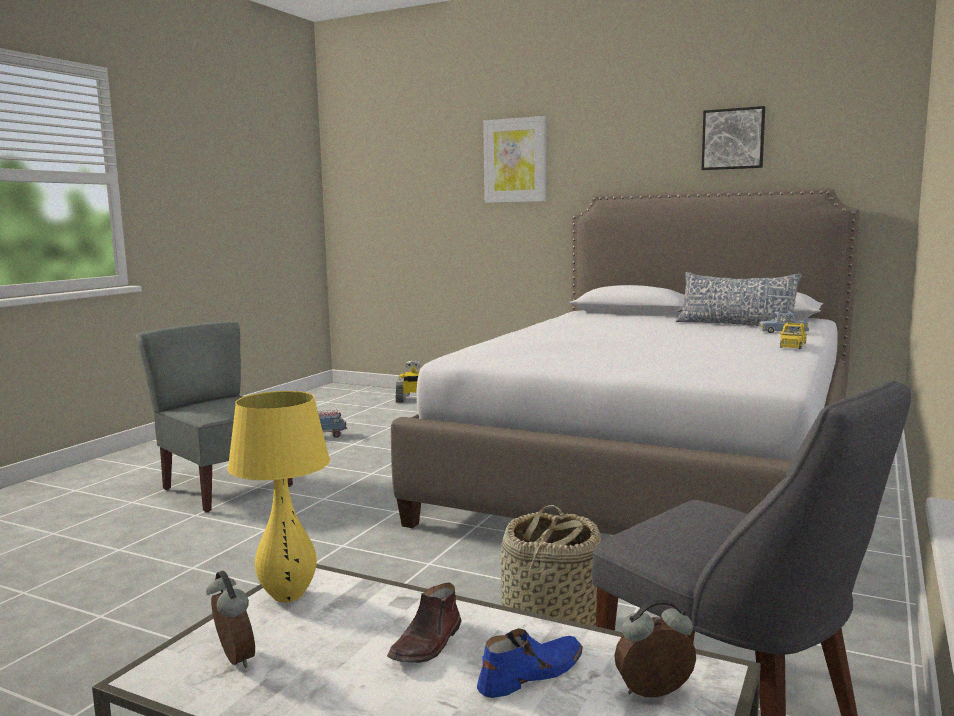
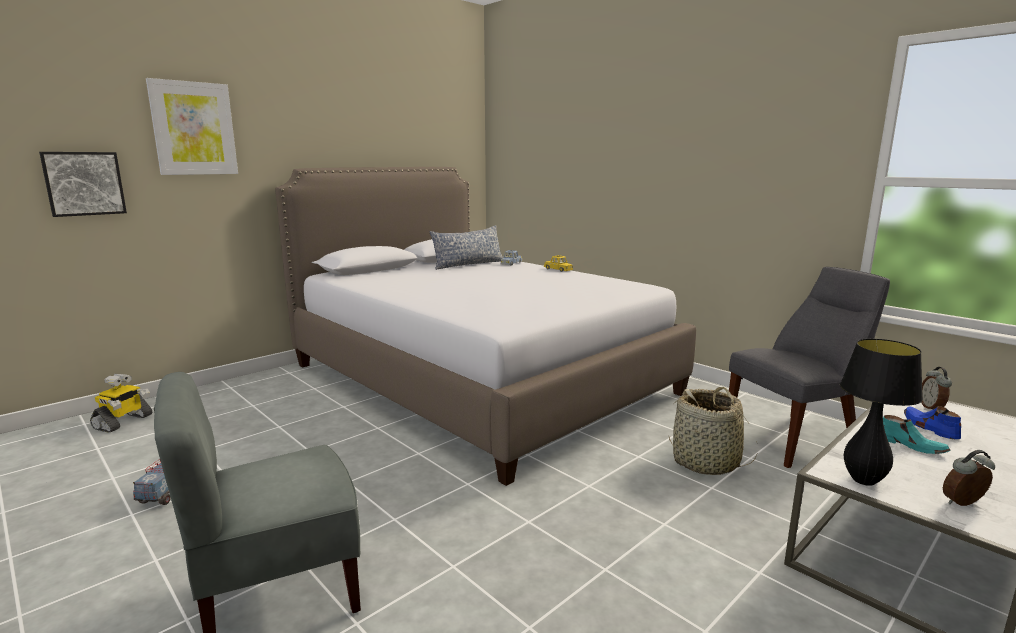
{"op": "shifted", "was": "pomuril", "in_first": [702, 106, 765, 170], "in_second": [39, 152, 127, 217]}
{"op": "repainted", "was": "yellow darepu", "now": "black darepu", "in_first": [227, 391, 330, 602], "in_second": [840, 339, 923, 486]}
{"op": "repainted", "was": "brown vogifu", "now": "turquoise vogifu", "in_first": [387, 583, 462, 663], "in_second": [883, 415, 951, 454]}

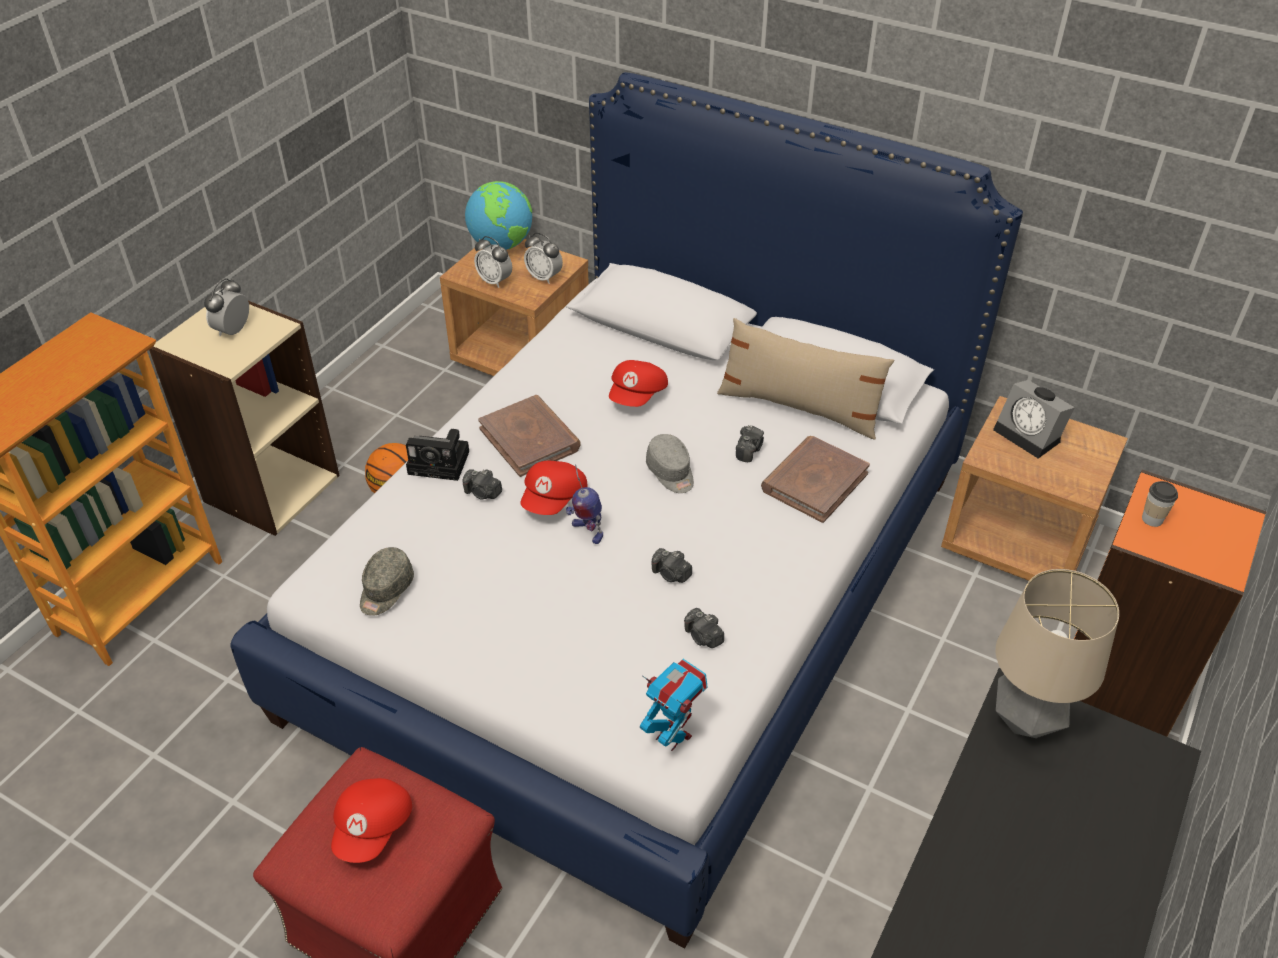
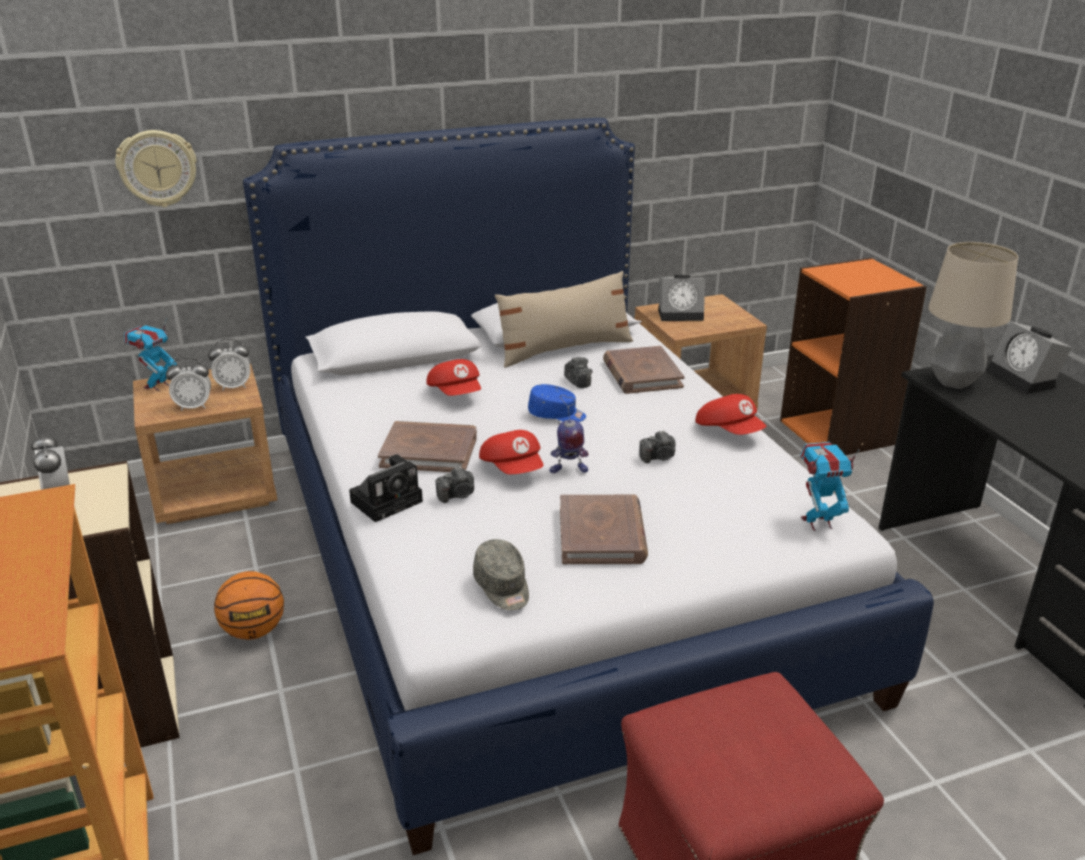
{"op": "gone", "was": "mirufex", "in_first": [684, 608, 724, 648]}
{"op": "gone", "was": "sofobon", "in_first": [1142, 481, 1178, 527]}
{"op": "new", "now": "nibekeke", "in_second": [115, 130, 197, 207]}
{"op": "new", "now": "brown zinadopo", "in_second": [560, 495, 648, 564]}
{"op": "new", "now": "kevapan", "in_second": [987, 321, 1072, 394]}
{"op": "shifted", "was": "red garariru", "in_first": [331, 778, 412, 863], "in_second": [695, 394, 766, 435]}
{"op": "swapped", "was": "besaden", "now": "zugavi", "in_first": [465, 181, 532, 250], "in_second": [124, 318, 177, 391]}
{"op": "repainted", "was": "grey garariru", "now": "blue garariru", "in_first": [646, 434, 694, 493], "in_second": [528, 384, 586, 422]}

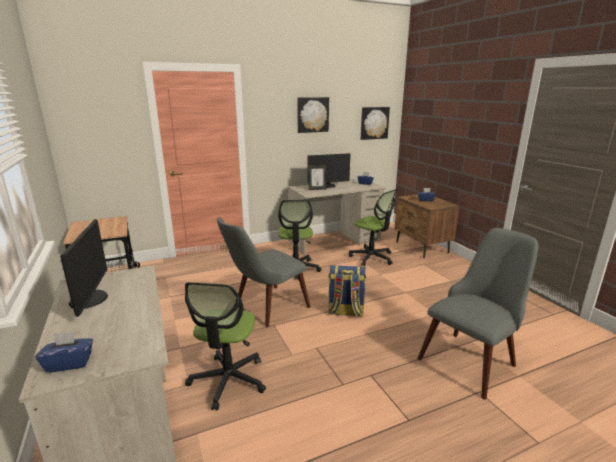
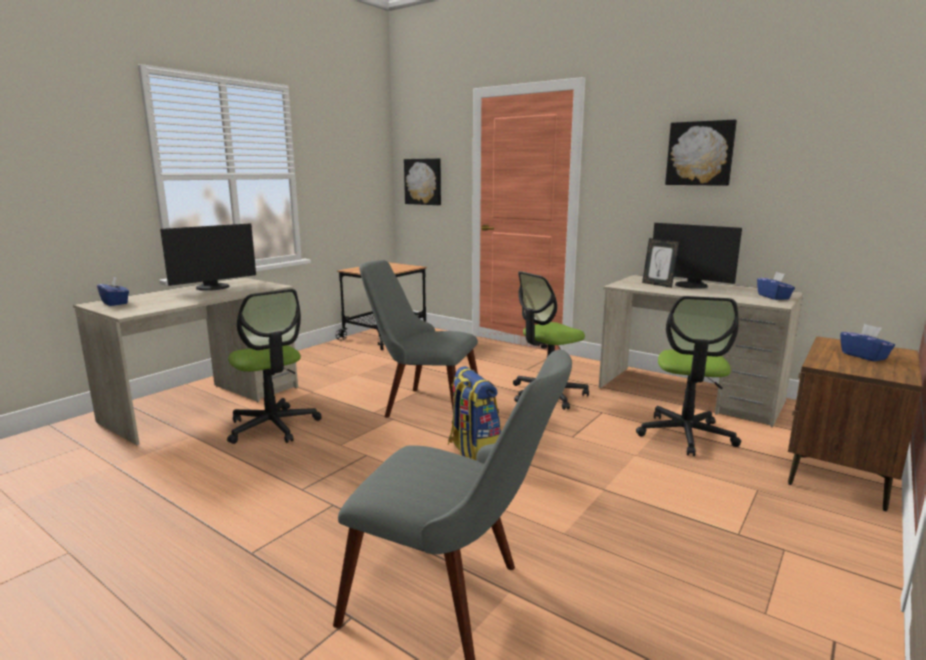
{"op": "shifted", "was": "pomuril", "in_first": [361, 107, 390, 140], "in_second": [404, 158, 441, 205]}
{"op": "rotated", "was": "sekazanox", "in_first": [185, 282, 266, 411], "in_second": [227, 289, 322, 444], "clockwise": -105}

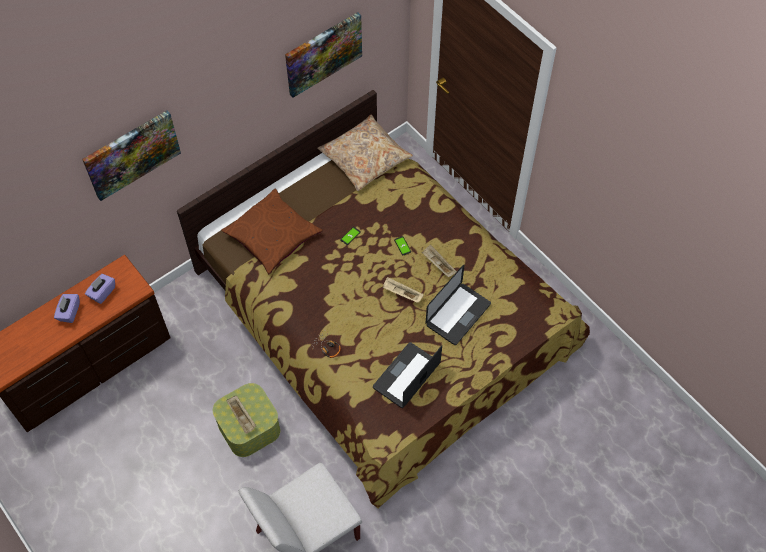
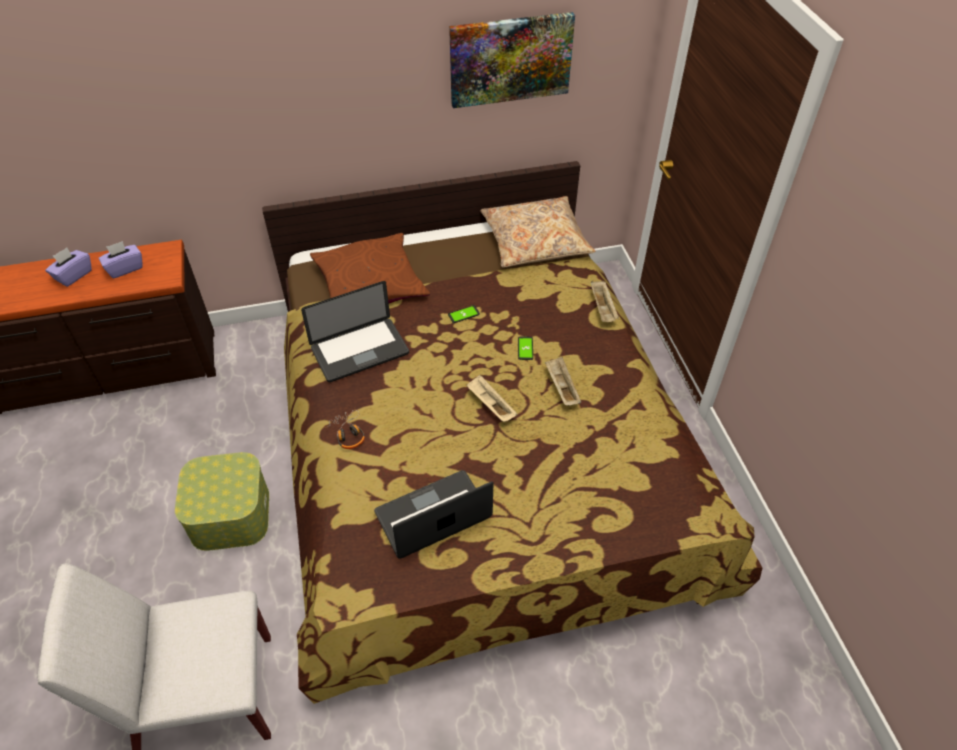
{"op": "gone", "was": "pomuril", "in_first": [82, 110, 181, 201]}
{"op": "shifted", "was": "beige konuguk", "in_first": [227, 396, 256, 434], "in_second": [591, 281, 619, 322]}
{"op": "shifted", "was": "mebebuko", "in_first": [425, 264, 491, 345], "in_second": [301, 281, 409, 382]}

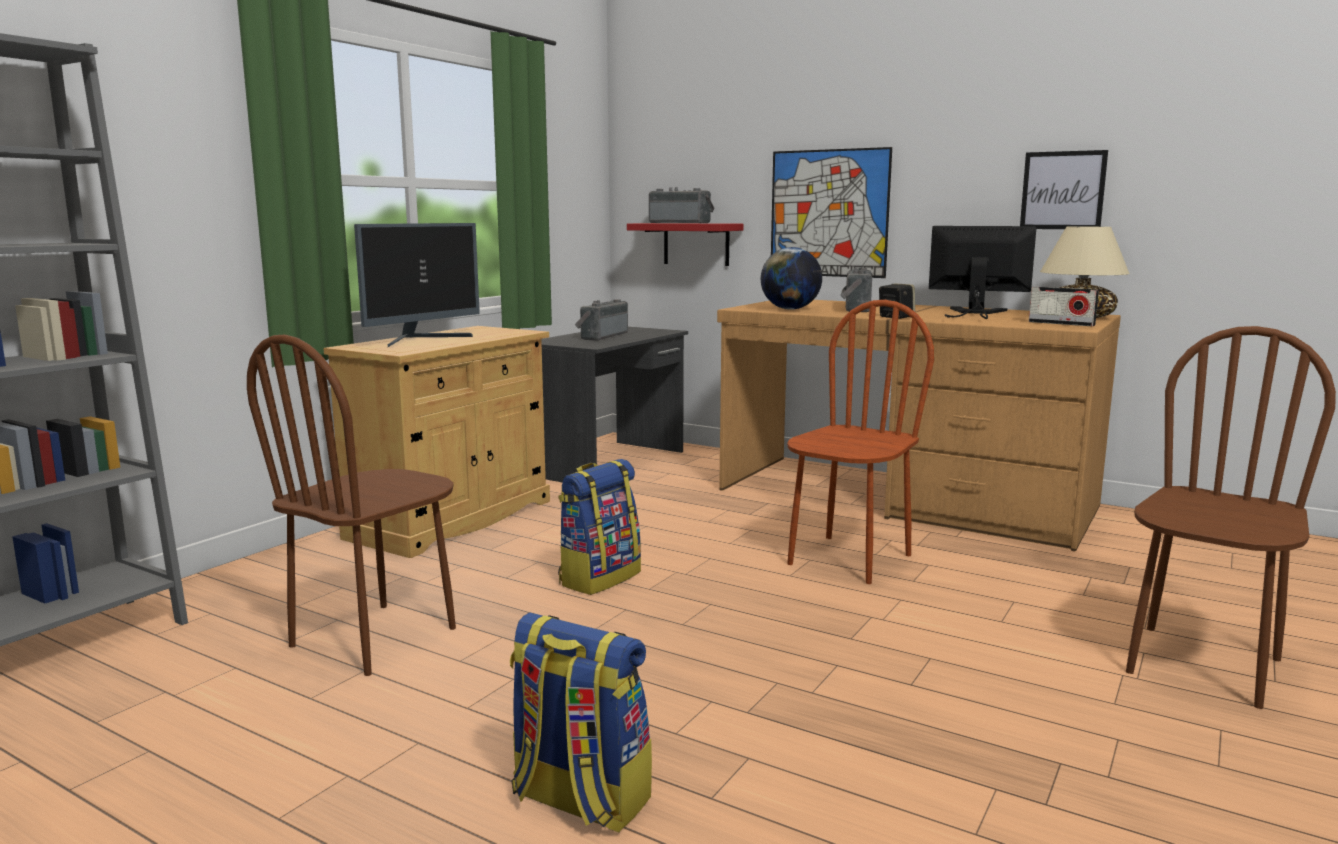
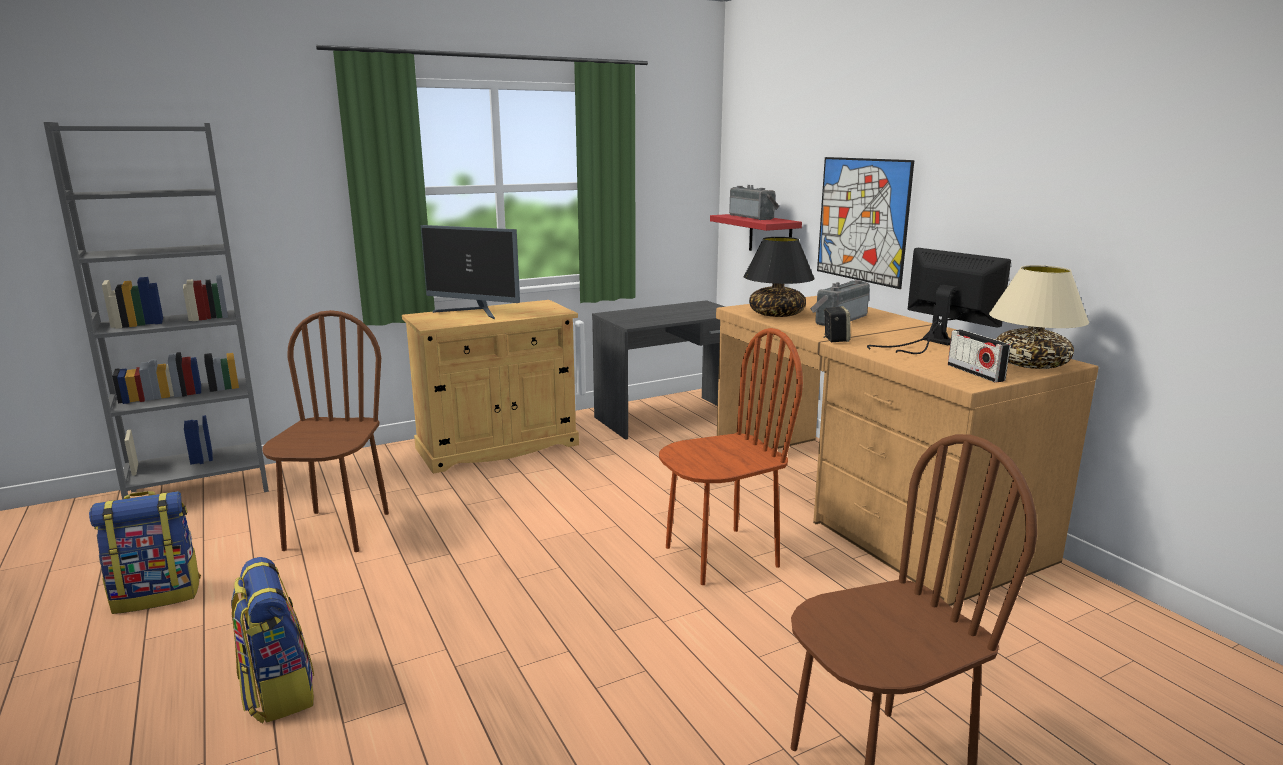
{"op": "gone", "was": "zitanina", "in_first": [575, 299, 628, 341]}
{"op": "gone", "was": "pomuril", "in_first": [1020, 150, 1108, 229]}
{"op": "shifted", "was": "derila", "in_first": [558, 459, 641, 595], "in_second": [89, 491, 201, 614]}
{"op": "swapped", "was": "besaden", "now": "black darepu", "in_first": [761, 247, 822, 310], "in_second": [744, 237, 815, 317]}
{"op": "rotated", "was": "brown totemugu", "in_first": [247, 335, 456, 676], "in_second": [262, 310, 389, 552], "clockwise": 120}
{"op": "rotated", "was": "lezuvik", "in_first": [354, 223, 480, 347], "in_second": [421, 225, 520, 320], "clockwise": 45}

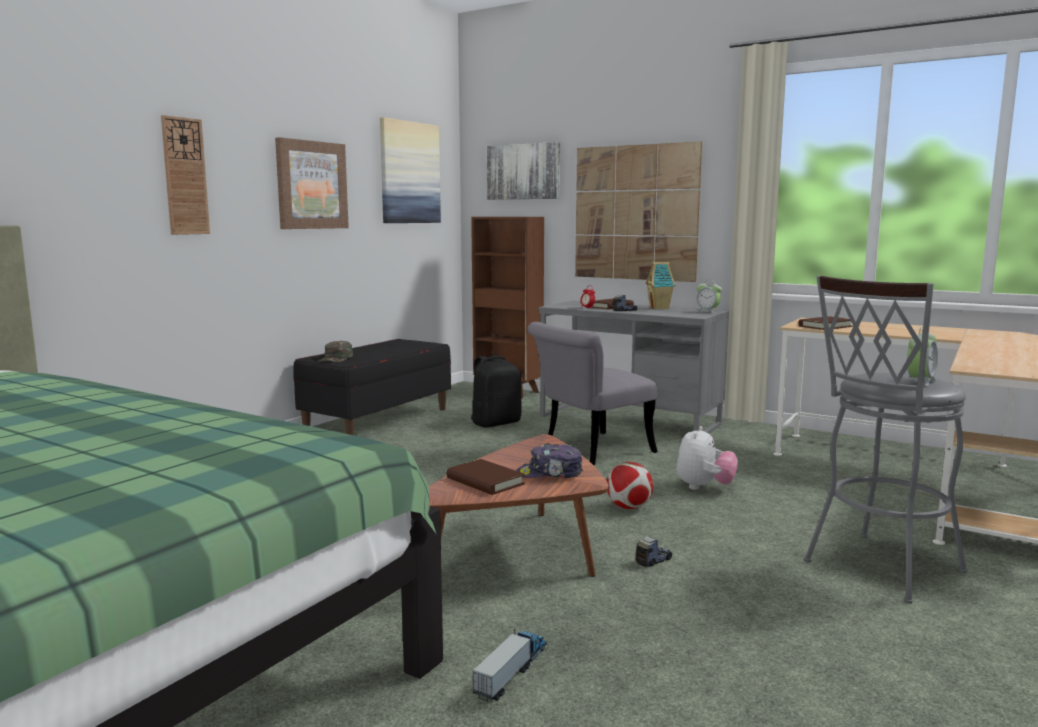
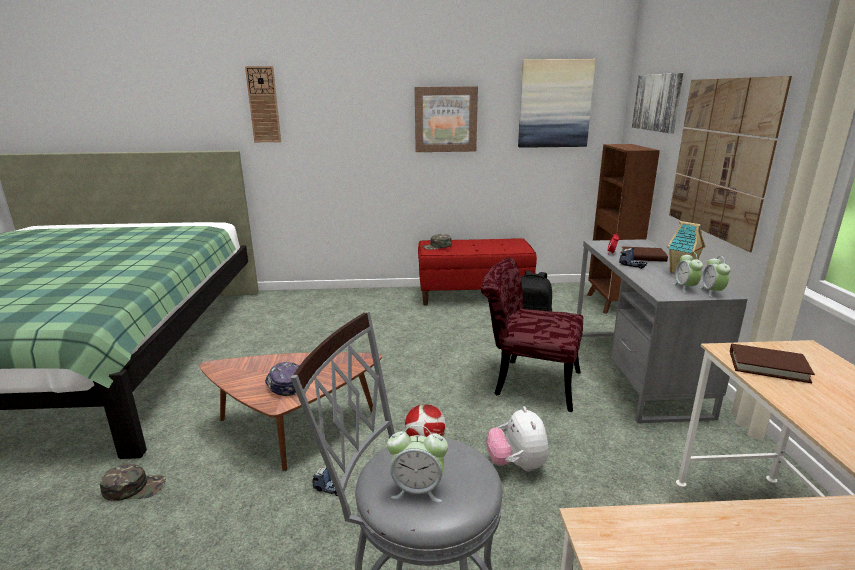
{"op": "gone", "was": "brown zinadopo", "in_first": [447, 459, 525, 495]}
{"op": "new", "now": "kevapan", "in_second": [673, 252, 703, 293]}
{"op": "shifted", "was": "nibekeke", "in_first": [161, 115, 210, 235], "in_second": [245, 66, 281, 142]}
{"op": "swapped", "was": "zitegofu", "now": "green garariru", "in_first": [473, 630, 547, 702], "in_second": [100, 464, 166, 501]}
{"op": "repainted", "was": "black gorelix", "now": "red gorelix", "in_first": [293, 339, 451, 435], "in_second": [418, 238, 537, 306]}
{"op": "repainted", "was": "grey totemugu", "now": "red totemugu", "in_first": [528, 322, 658, 465], "in_second": [481, 257, 583, 412]}
{"op": "rotated", "was": "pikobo", "in_first": [676, 426, 738, 490], "in_second": [486, 406, 548, 472], "clockwise": 90}

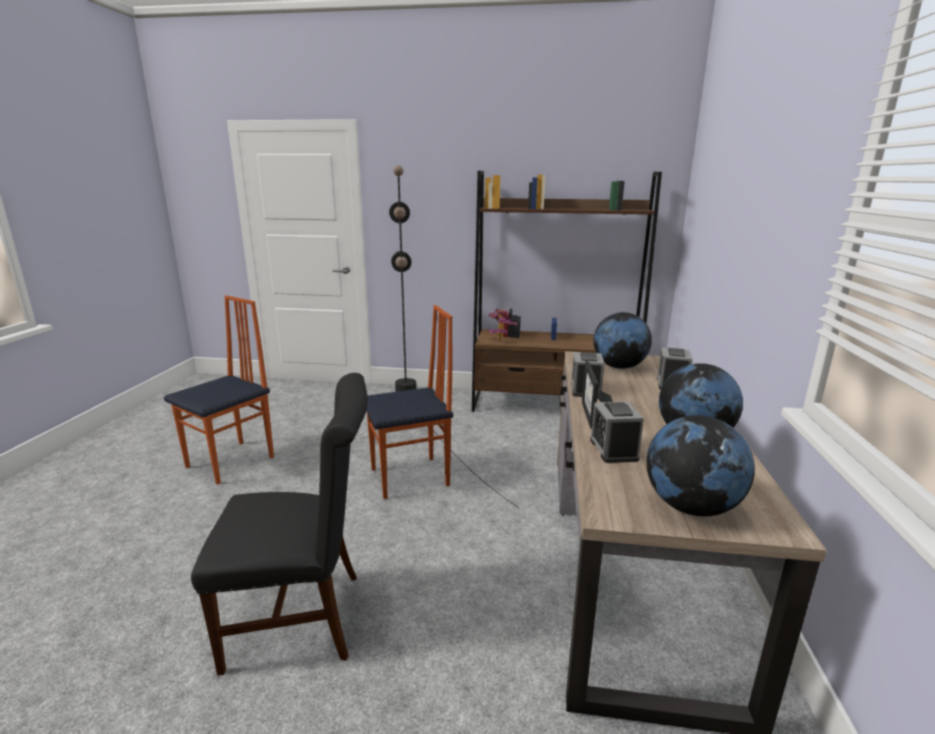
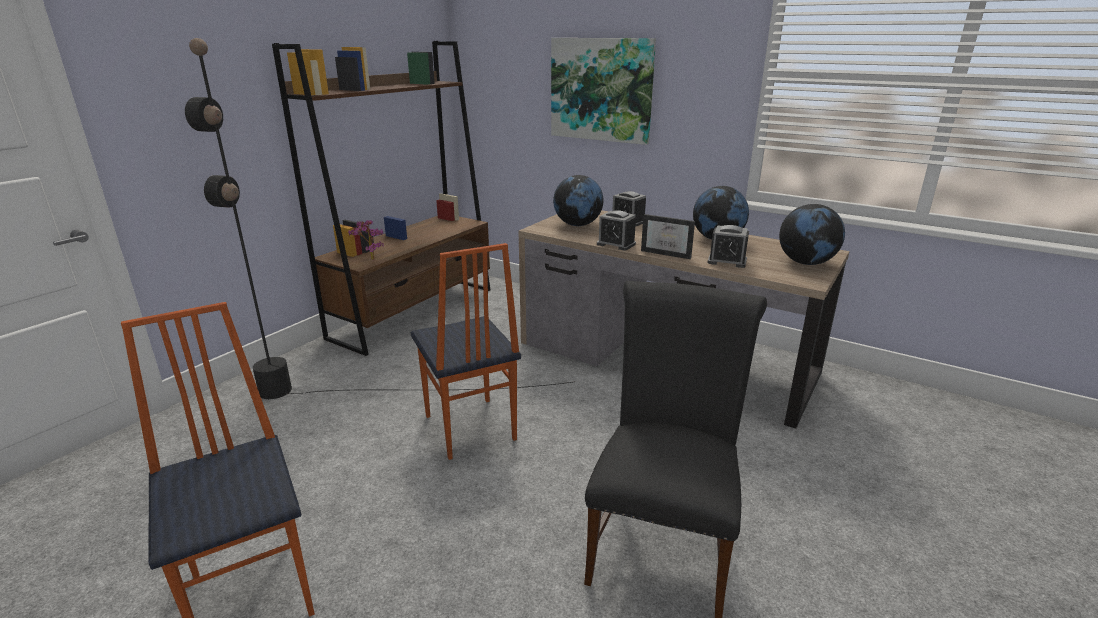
{"op": "new", "now": "pomuril", "in_second": [551, 38, 656, 145]}
{"op": "rotated", "was": "totemugu", "in_first": [366, 305, 453, 499], "in_second": [411, 243, 521, 460], "clockwise": 150}

